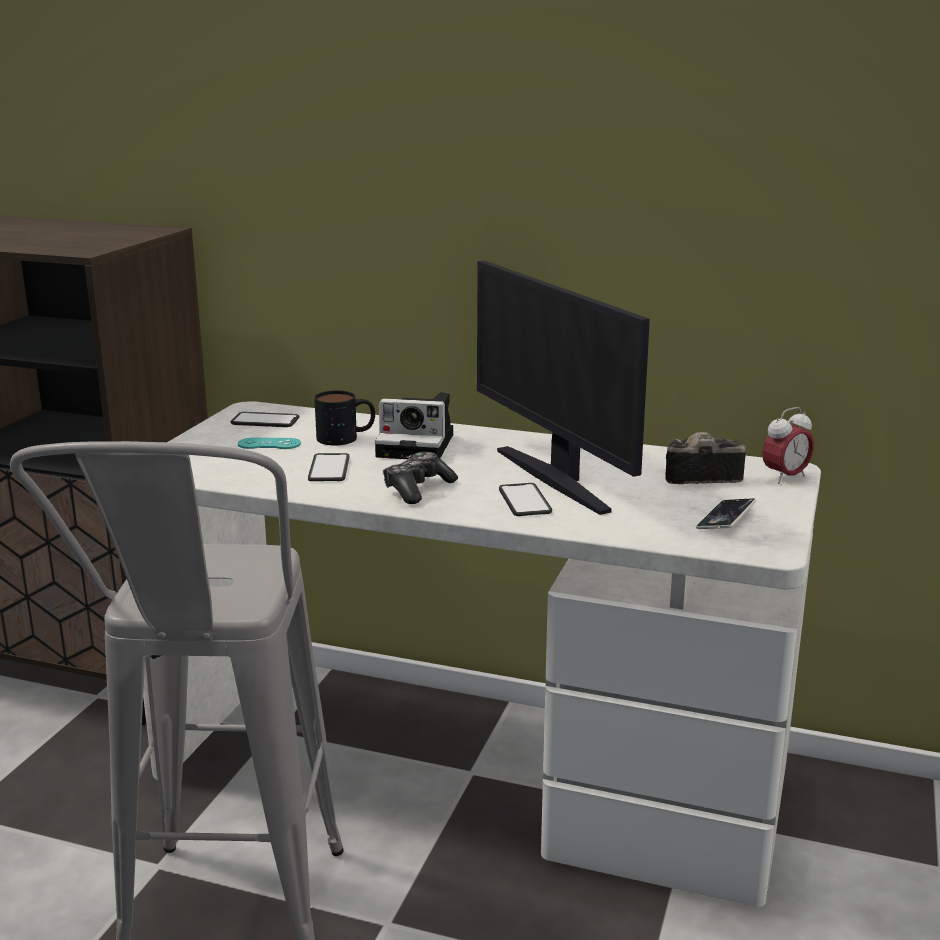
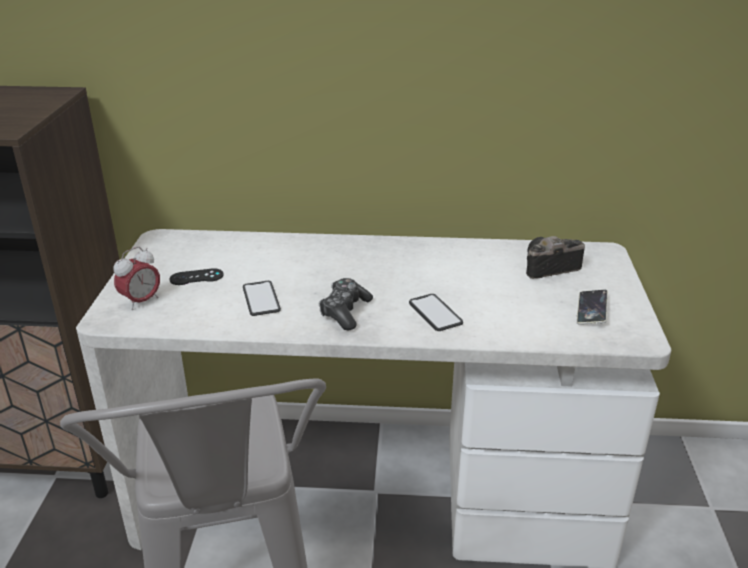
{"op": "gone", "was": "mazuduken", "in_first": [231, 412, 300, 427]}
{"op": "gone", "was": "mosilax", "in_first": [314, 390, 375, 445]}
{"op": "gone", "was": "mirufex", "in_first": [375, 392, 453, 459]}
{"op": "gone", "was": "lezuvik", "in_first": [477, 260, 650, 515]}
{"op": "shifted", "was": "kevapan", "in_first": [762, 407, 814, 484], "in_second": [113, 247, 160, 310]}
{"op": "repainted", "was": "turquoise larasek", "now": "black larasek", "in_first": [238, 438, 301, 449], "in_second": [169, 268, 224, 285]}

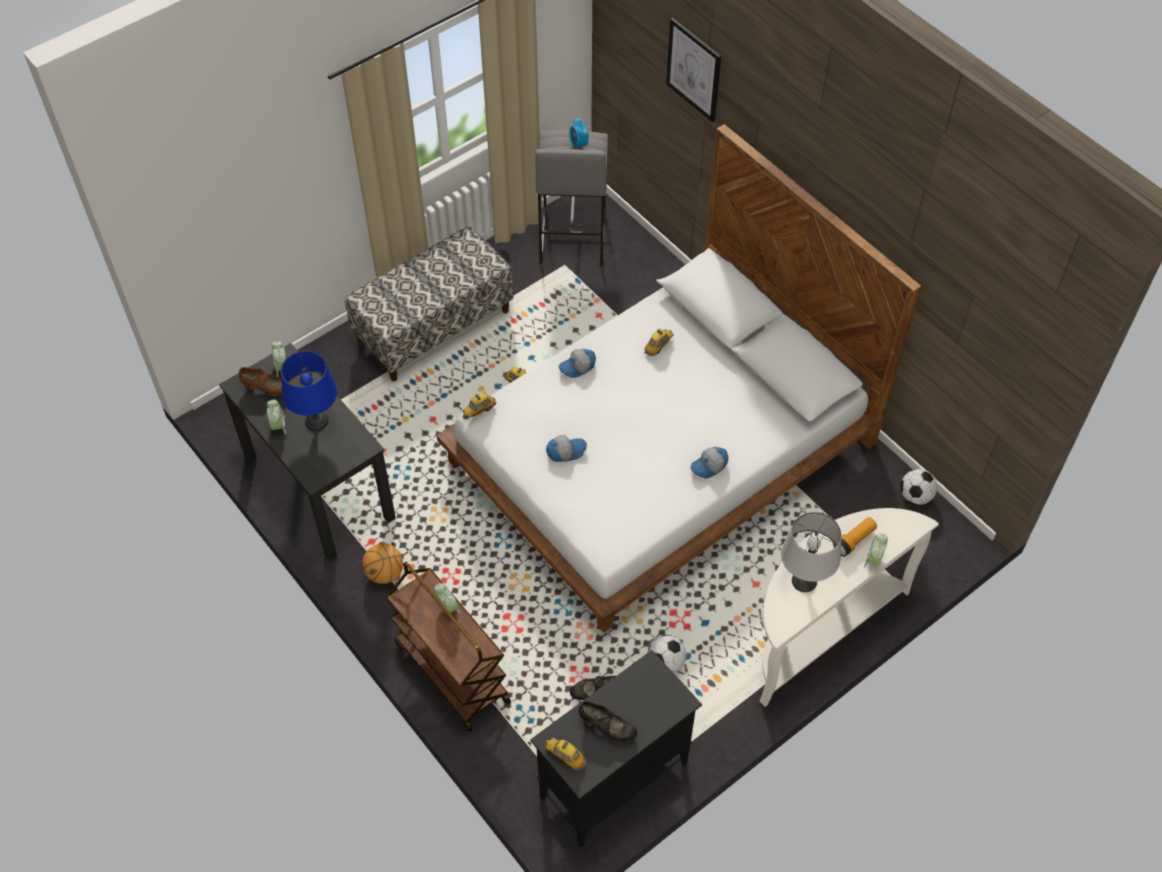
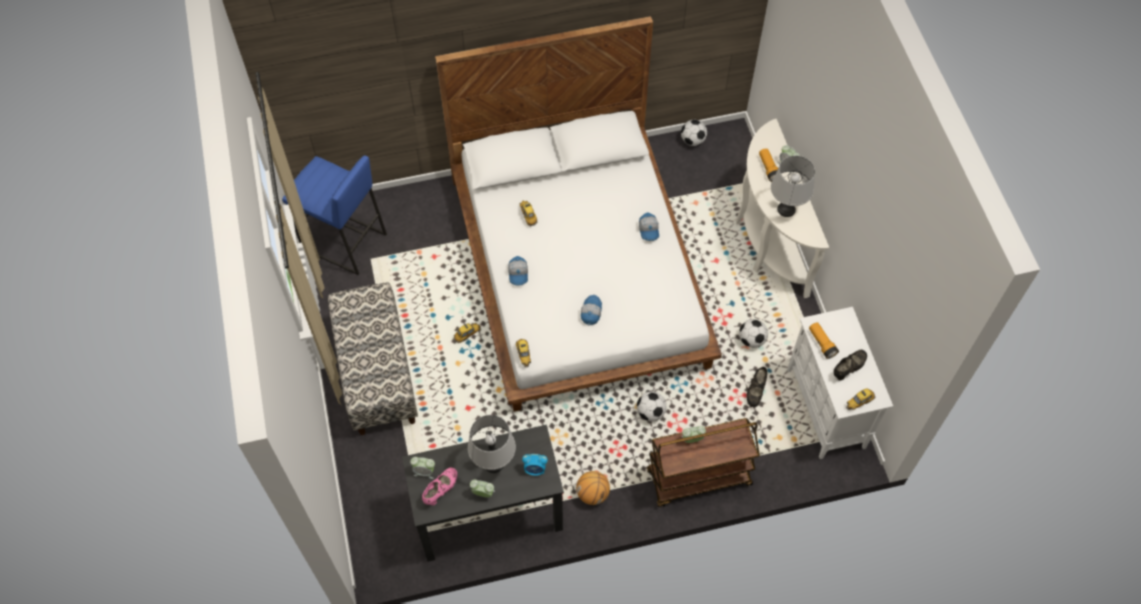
{"op": "gone", "was": "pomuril", "in_first": [666, 18, 721, 123]}
{"op": "new", "now": "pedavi", "in_second": [637, 391, 666, 421]}
{"op": "new", "now": "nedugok", "in_second": [809, 322, 839, 359]}
{"op": "shifted", "was": "kevapan", "in_first": [569, 117, 589, 150], "in_second": [522, 454, 548, 476]}
{"op": "repainted", "was": "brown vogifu", "now": "pink vogifu", "in_first": [239, 367, 292, 396], "in_second": [422, 467, 457, 506]}
{"op": "repainted", "was": "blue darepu", "now": "grey darepu", "in_first": [281, 351, 338, 431], "in_second": [468, 415, 516, 473]}
{"op": "repainted", "was": "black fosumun", "now": "white fosumun", "in_first": [530, 650, 702, 847], "in_second": [787, 307, 893, 459]}
{"op": "repainted", "was": "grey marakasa", "now": "blue marakasa", "in_first": [536, 129, 608, 265], "in_second": [282, 155, 387, 275]}

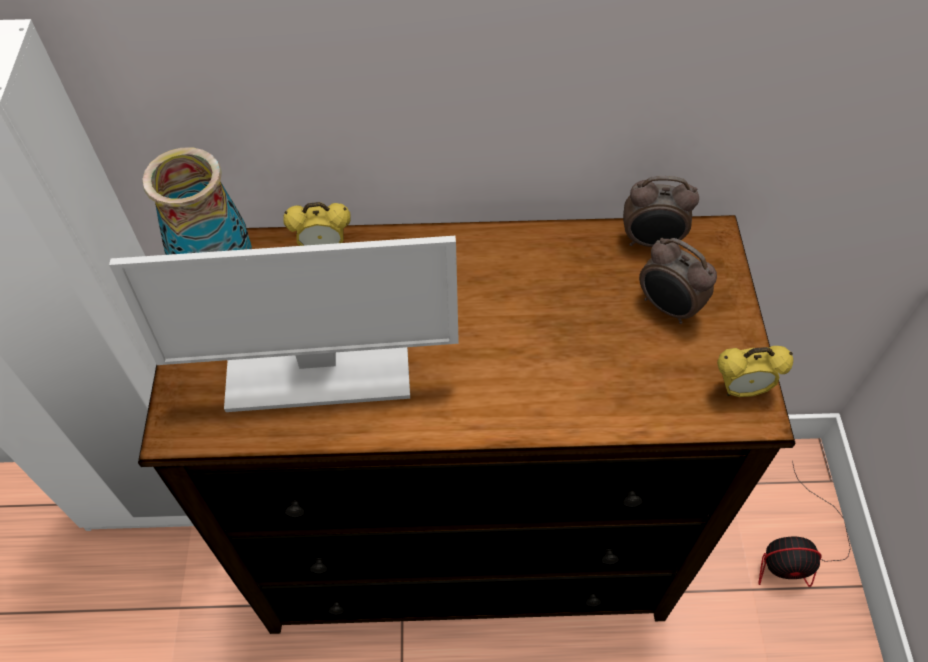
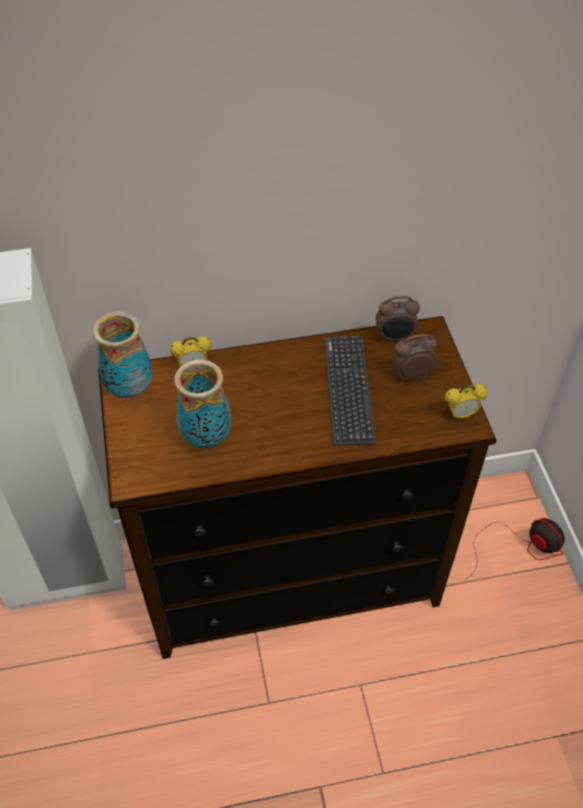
{"op": "new", "now": "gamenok", "in_second": [324, 336, 376, 446]}
{"op": "swapped", "was": "lezuvik", "now": "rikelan", "in_first": [109, 236, 459, 412], "in_second": [174, 360, 231, 448]}
{"op": "rotated", "was": "kevapan", "in_first": [639, 238, 717, 324], "in_second": [392, 334, 437, 381], "clockwise": 135}
{"op": "rotated", "was": "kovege", "in_first": [759, 460, 851, 587], "in_second": [465, 518, 565, 580], "clockwise": -120}

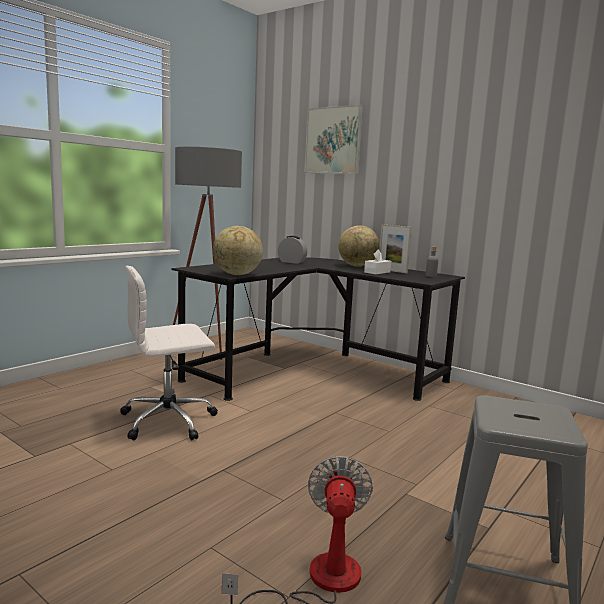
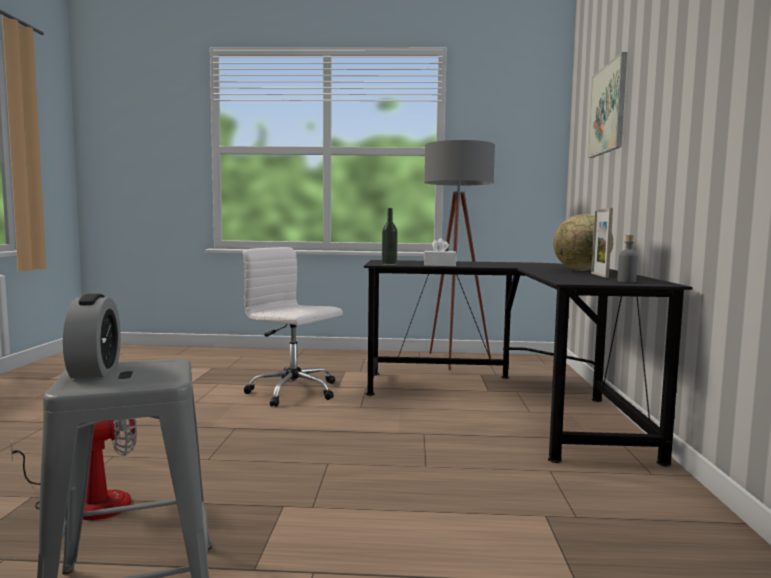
{"op": "shifted", "was": "kevapan", "in_first": [278, 236, 307, 264], "in_second": [63, 294, 121, 378]}
{"op": "shifted", "was": "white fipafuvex", "in_first": [364, 249, 391, 274], "in_second": [424, 238, 457, 266]}
{"op": "swapped", "was": "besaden", "now": "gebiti", "in_first": [213, 226, 263, 275], "in_second": [382, 208, 398, 265]}

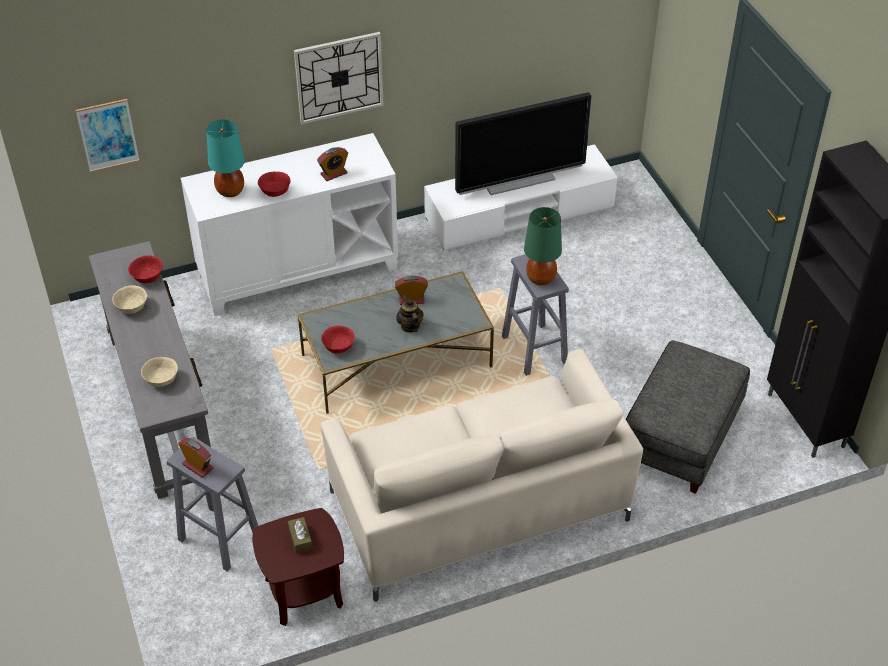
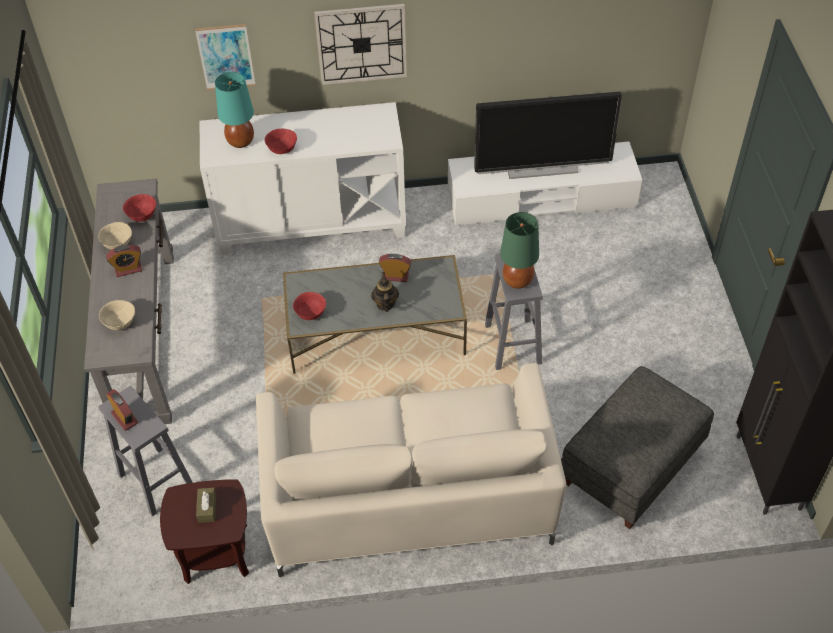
{"op": "shifted", "was": "pomuril", "in_first": [76, 99, 140, 172], "in_second": [195, 24, 256, 90]}
{"op": "shifted", "was": "kevapan", "in_first": [317, 147, 348, 181], "in_second": [106, 245, 142, 277]}

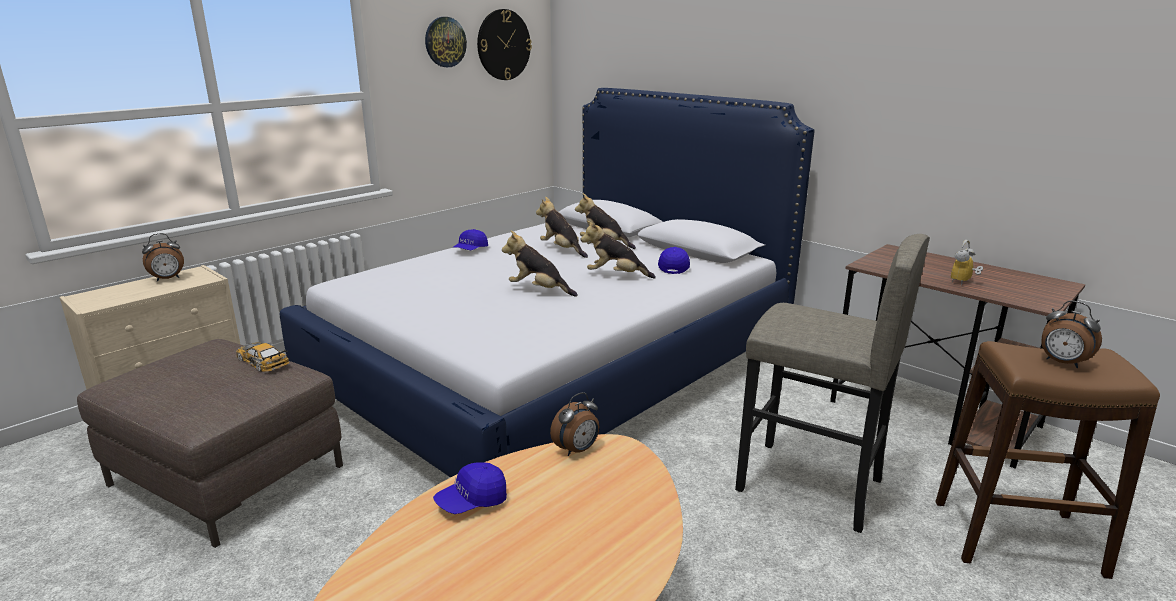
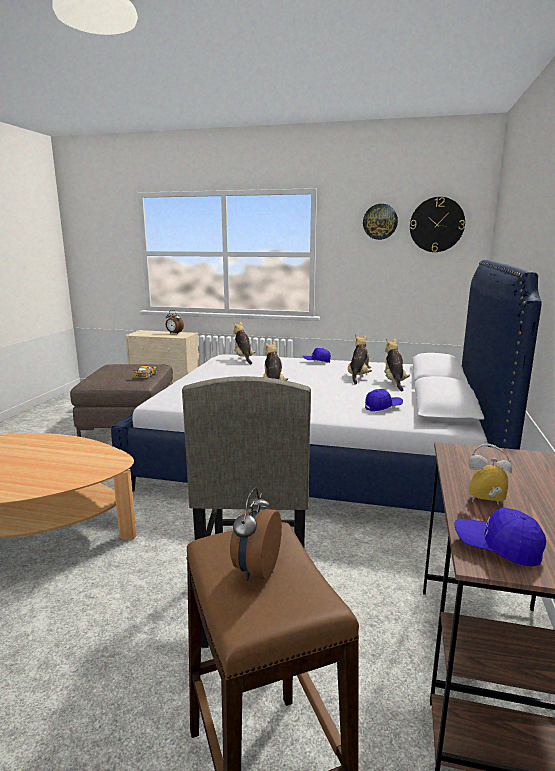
{"op": "gone", "was": "kevapan", "in_first": [550, 392, 599, 456]}
{"op": "shifted", "was": "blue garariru", "in_first": [433, 462, 507, 514], "in_second": [454, 508, 546, 567]}
{"op": "shifted", "was": "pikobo", "in_first": [581, 221, 656, 279], "in_second": [233, 322, 256, 365]}

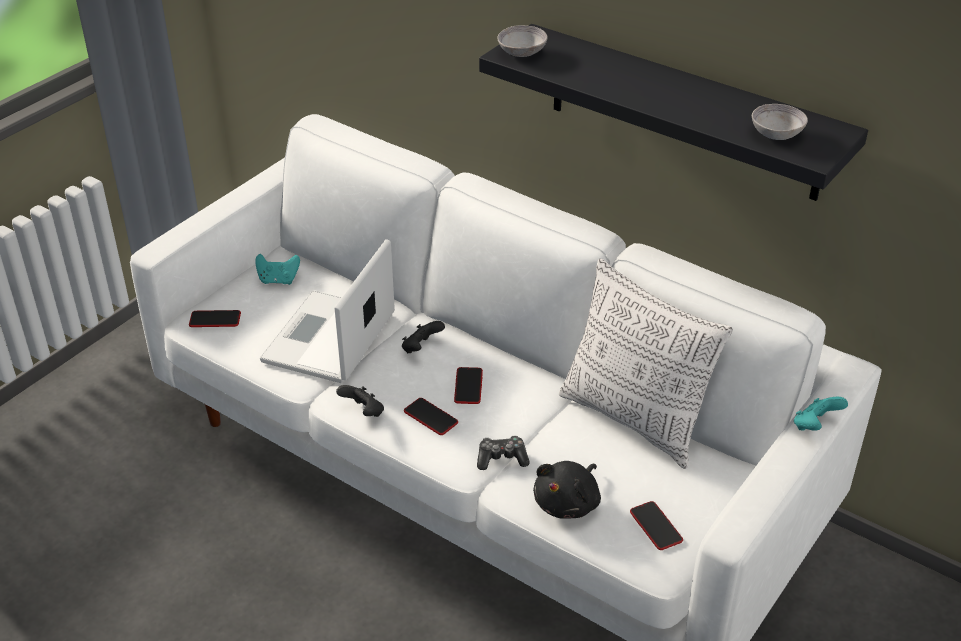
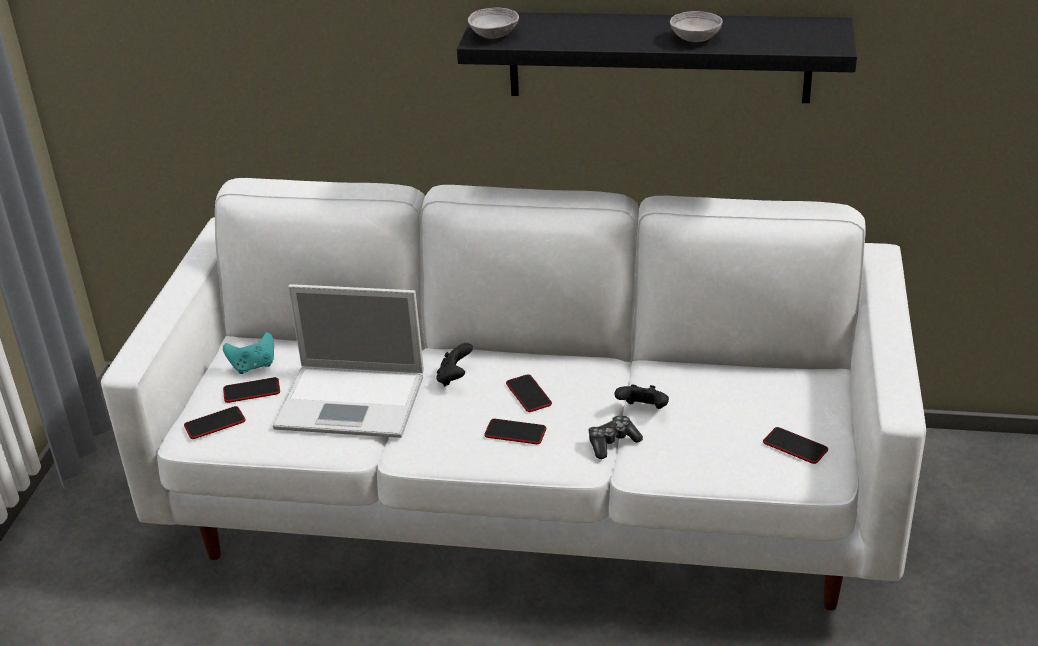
{"op": "gone", "was": "black pikobo", "in_first": [533, 461, 601, 519]}
{"op": "gone", "was": "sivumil", "in_first": [559, 259, 733, 469]}
{"op": "gone", "was": "turquoise larasek", "in_first": [794, 397, 848, 431]}
{"op": "new", "now": "mazuduken", "in_second": [223, 377, 280, 403]}
{"op": "shifted", "was": "black larasek", "in_first": [336, 385, 384, 417], "in_second": [614, 385, 669, 409]}
{"op": "shifted", "was": "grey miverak", "in_first": [752, 104, 808, 140], "in_second": [670, 11, 723, 42]}
{"op": "rotated", "was": "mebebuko", "in_first": [260, 239, 395, 383], "in_second": [272, 284, 424, 438], "clockwise": -75}

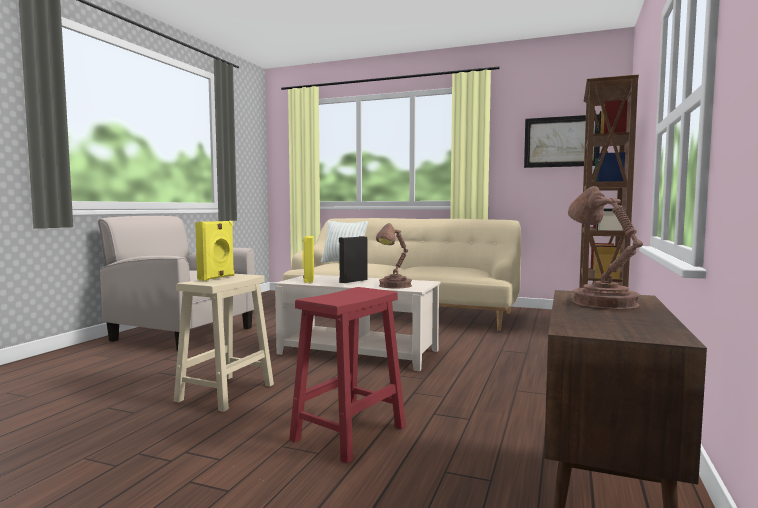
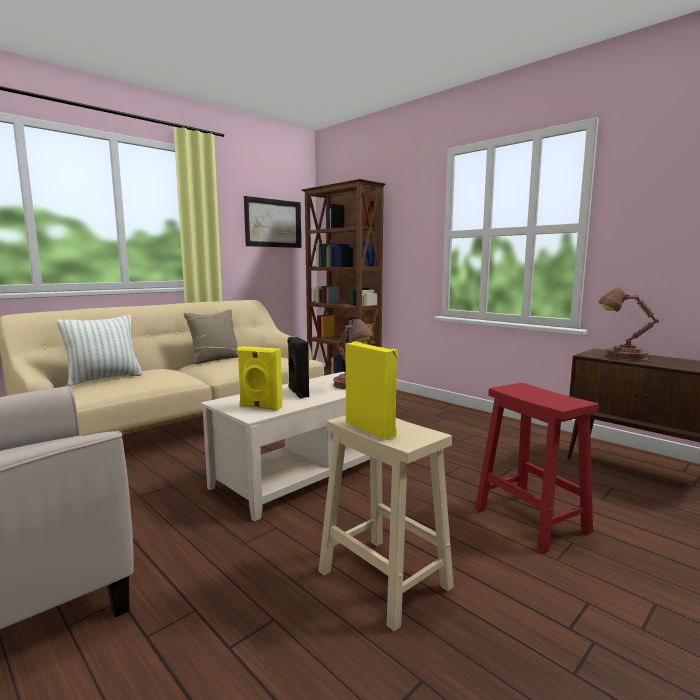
{"op": "new", "now": "beige sivumil", "in_second": [183, 309, 238, 364]}

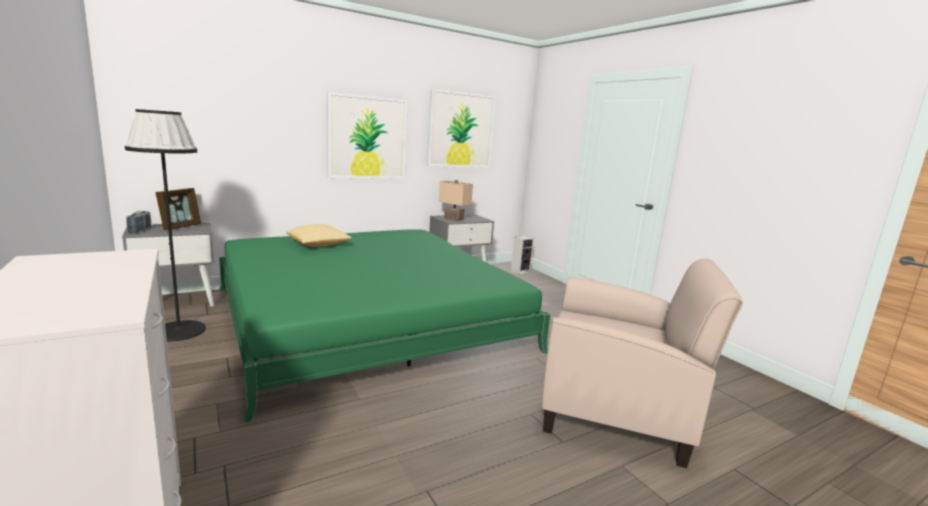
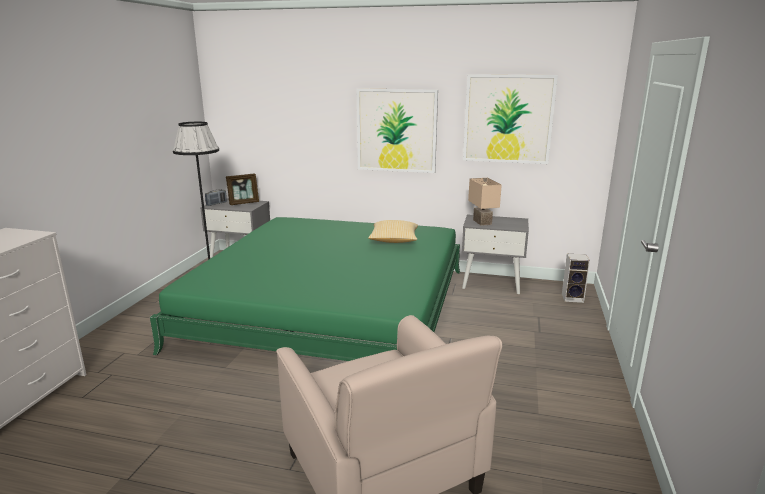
{"op": "shifted", "was": "sivumil", "in_first": [286, 224, 352, 246], "in_second": [368, 220, 418, 243]}

